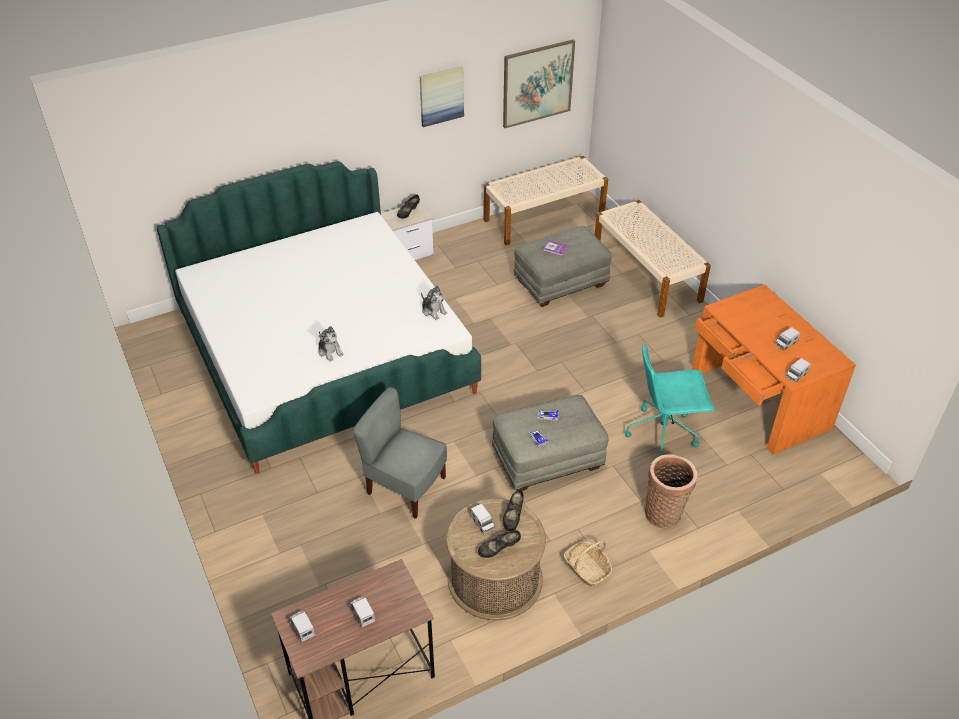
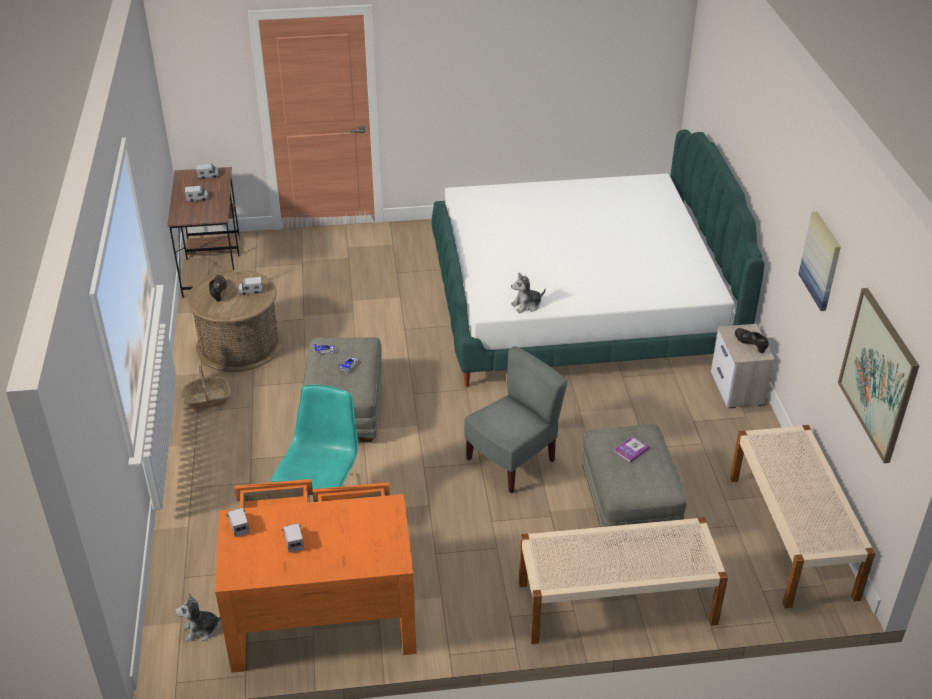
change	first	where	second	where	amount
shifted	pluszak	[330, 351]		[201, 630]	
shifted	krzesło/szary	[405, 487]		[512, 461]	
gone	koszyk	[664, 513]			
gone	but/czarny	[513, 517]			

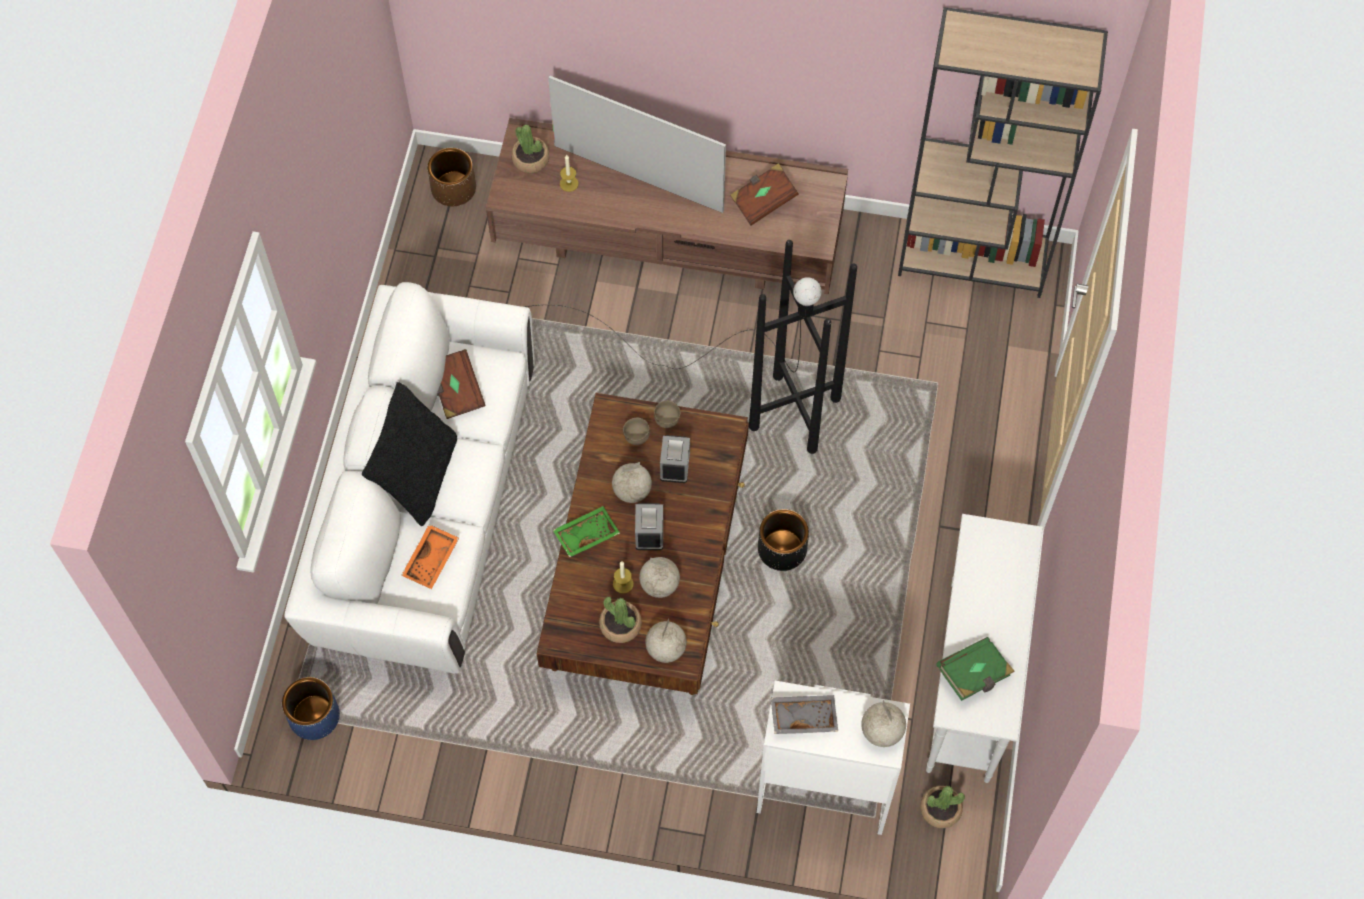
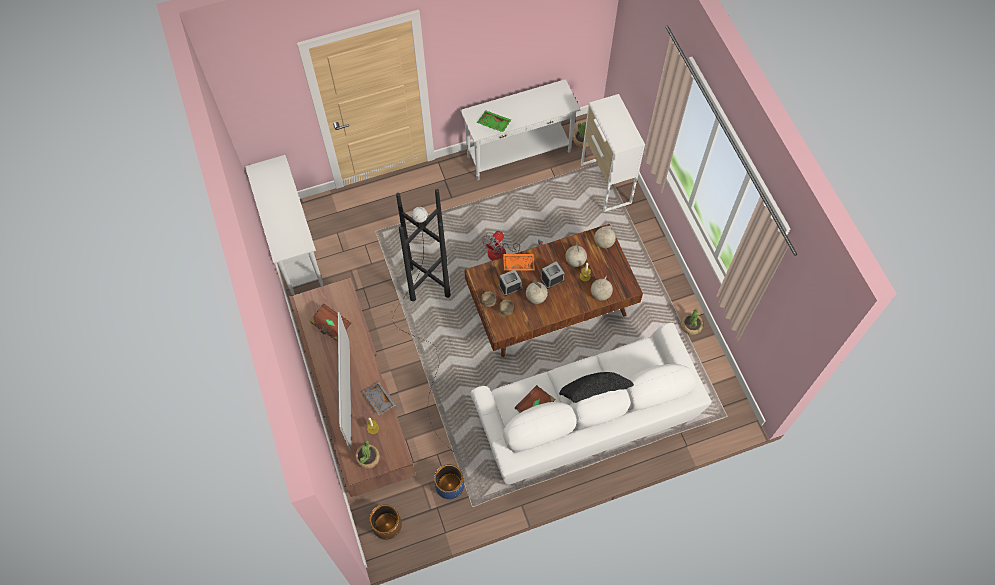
change	first	where	second	where	amount
swapped	regał	[973, 259]	stolik konsolowy/biały	[293, 247]	
shifted	taca/zielony	[586, 534]		[493, 124]	
swapped	donica/czarny	[782, 549]	wentylator	[504, 253]	
shifted	taca/pomarańczowy	[432, 560]		[518, 263]	
shifted	roślina doniczkowa	[620, 625]		[691, 326]	
gone	książka/zielony	[974, 674]			
shifted	donica/niebieski	[314, 716]		[449, 485]	
shifted	taca/szary	[803, 716]		[378, 400]	
shifted	globus	[881, 732]		[601, 294]	

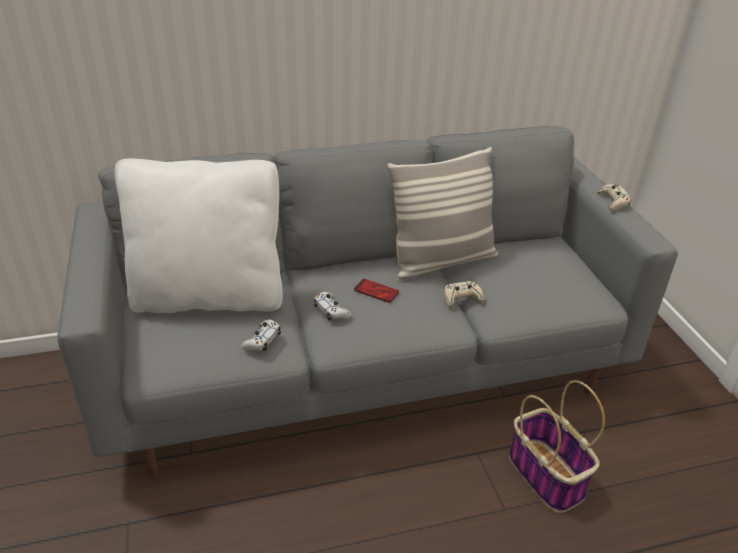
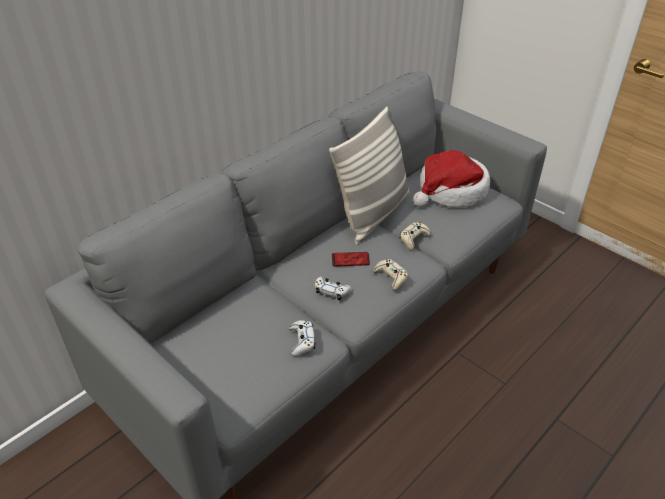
change	first	where	second	where	amount
gone	poduszka/biały	[209, 297]			
shifted	pad do gier/beżowy	[613, 201]		[391, 277]	
gone	koszyk	[547, 476]			
new			kapelusz	[451, 191]	

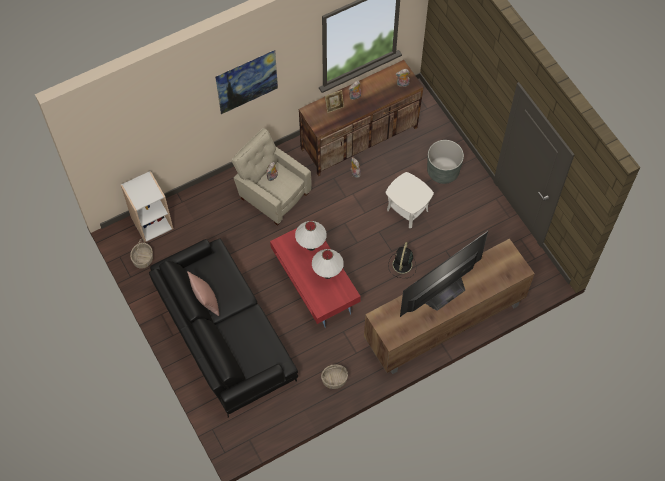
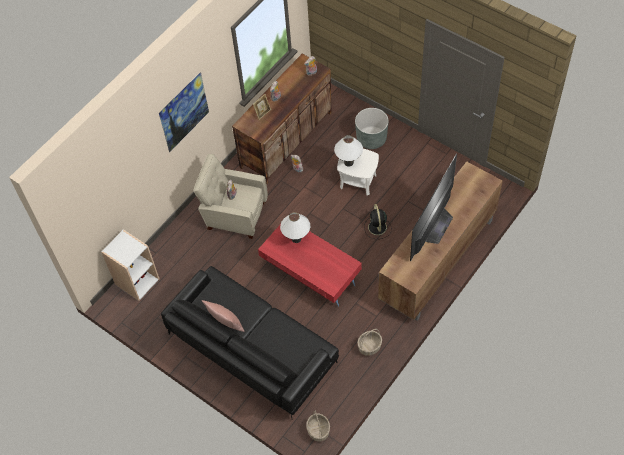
change	first	where	second	where	amount
shifted	koszyk	[143, 259]		[318, 430]	
shifted	lampa stołowa/biały	[327, 274]		[348, 162]	

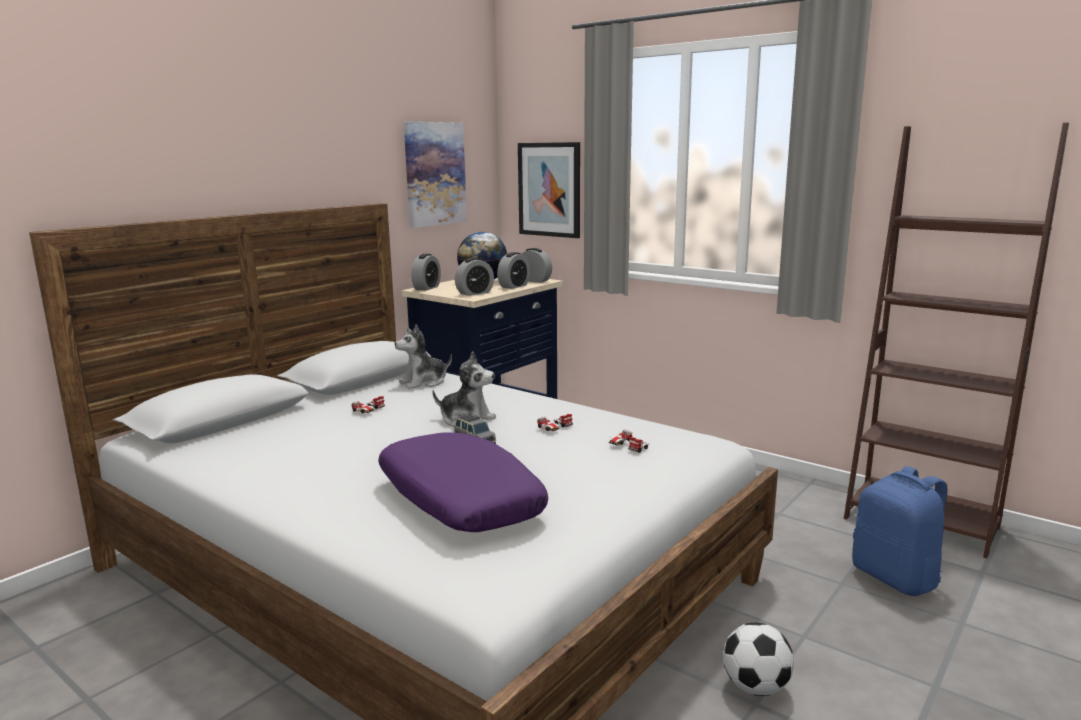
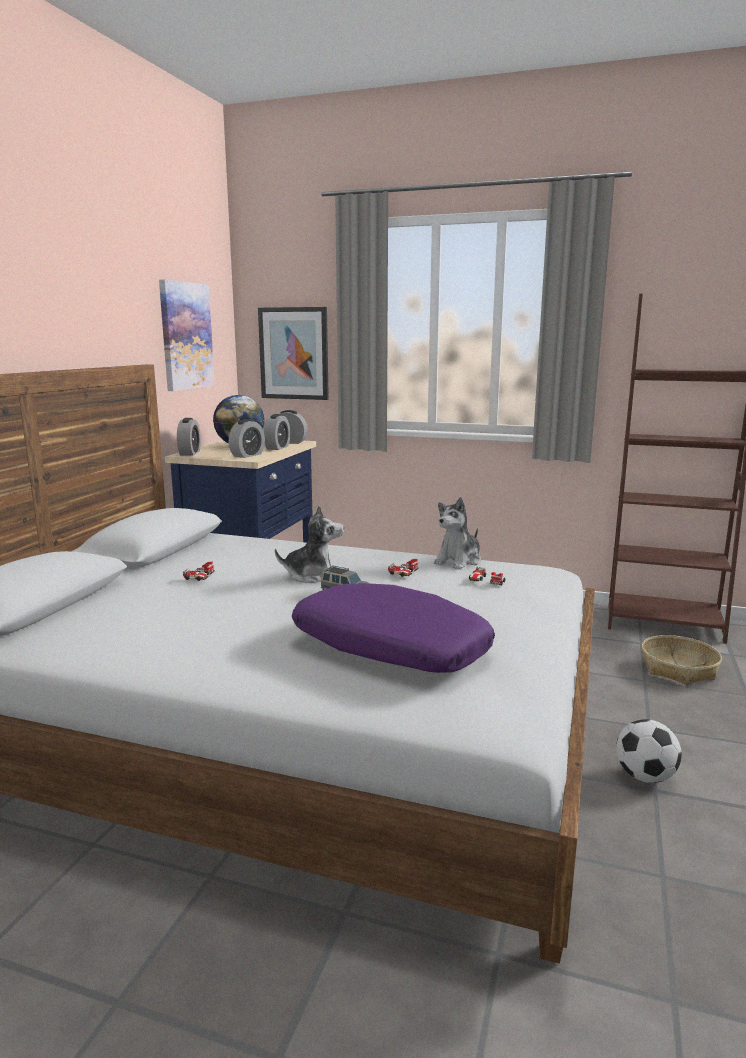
change	first	where	second	where	amount
shifted	pluszak	[424, 382]		[459, 561]	
swapped	plecak/niebieski	[896, 578]	koszyk	[678, 669]	

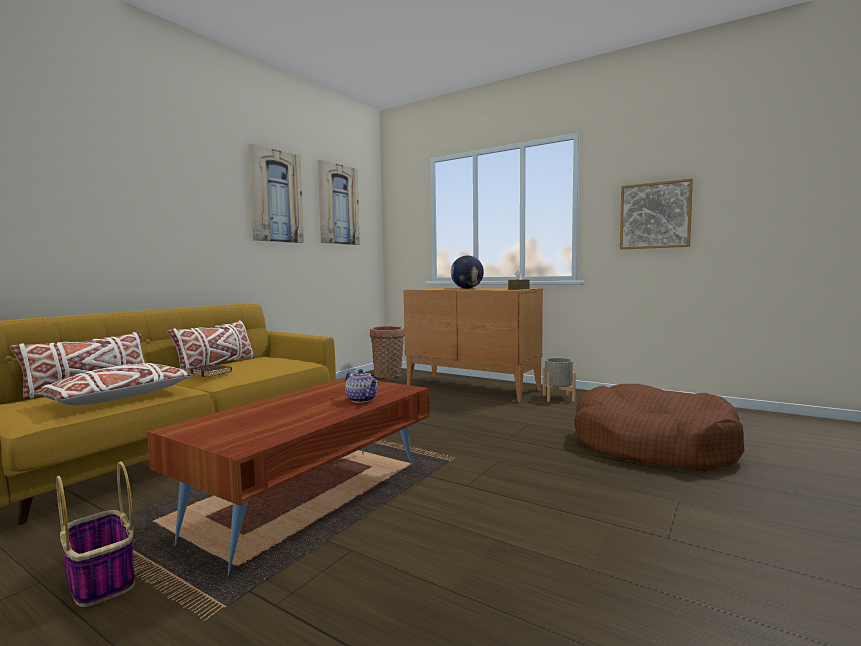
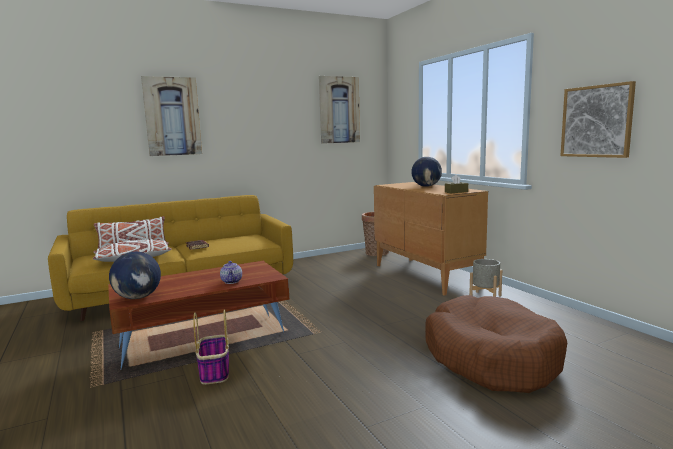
change	first	where	second	where	amount
shifted	obraz	[276, 196]		[172, 116]	
gone	poduszka/biały	[216, 364]			
shifted	koszyk	[100, 579]		[214, 371]	
new			globus	[138, 297]	

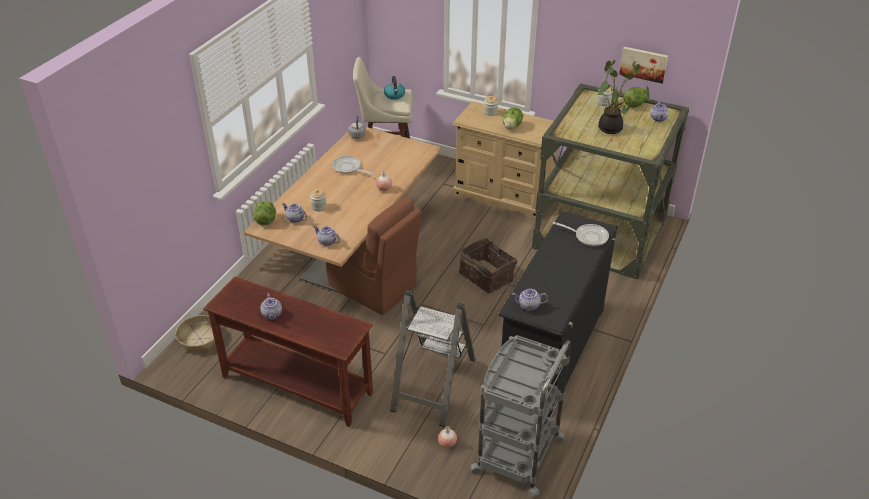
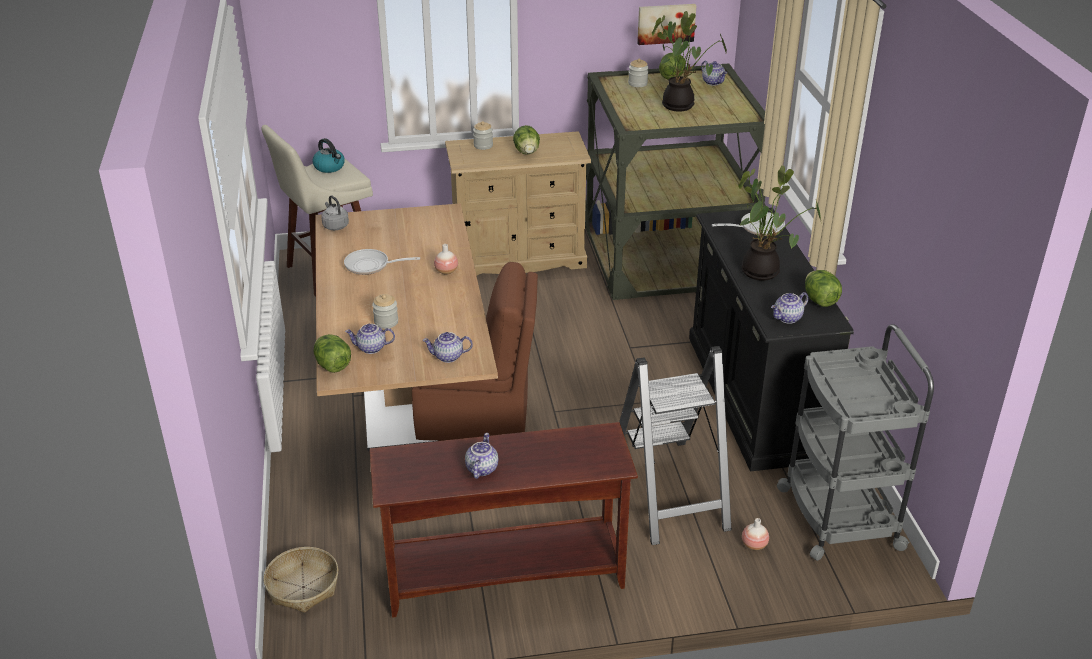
change	first	where	second	where	amount
gone	koszyk	[487, 276]			
rotated	imbryk	[272, 314]		[481, 468]	120 degrees counterclockwise
new			roślina doniczkowa	[763, 272]	
new			sałata	[820, 300]	

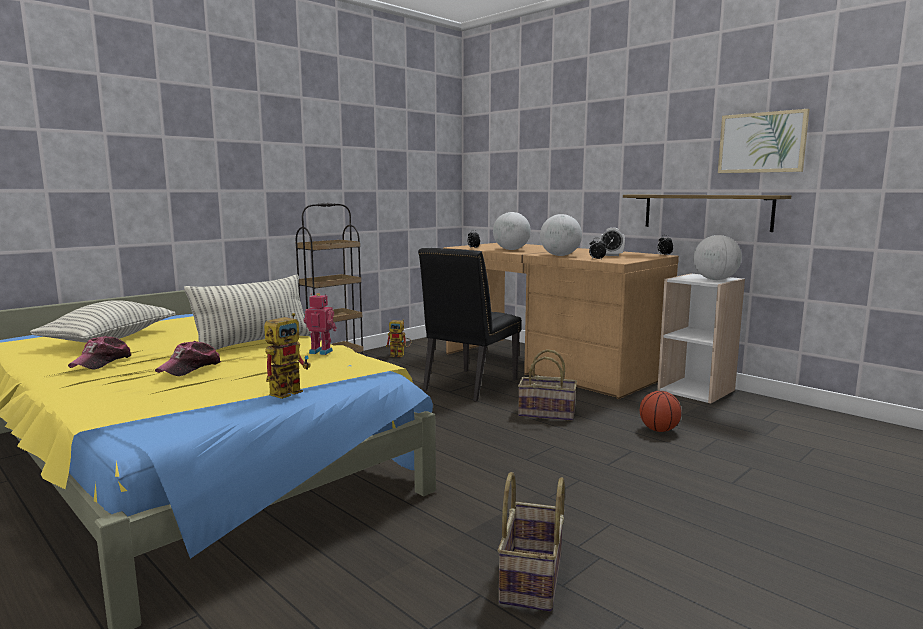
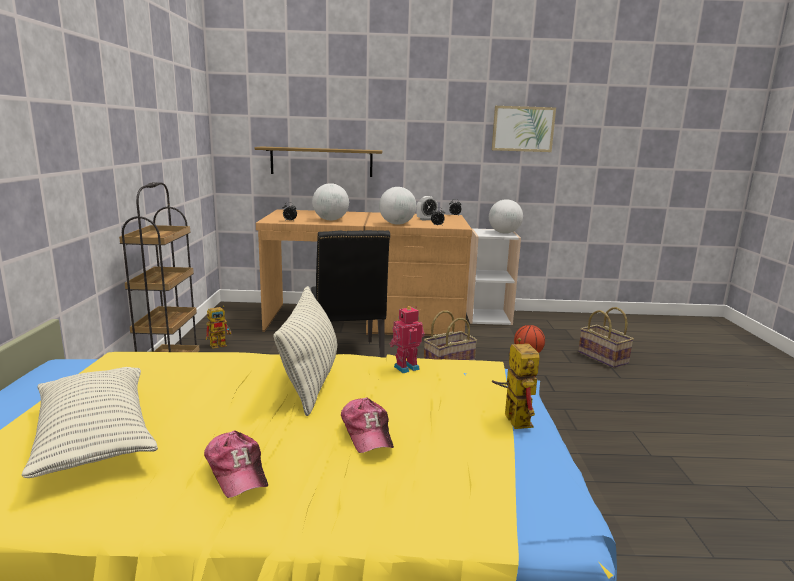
change	first	where	second	where	amount
shifted	półka	[706, 212]		[321, 161]	
shifted	koszyk	[533, 579]		[603, 357]	

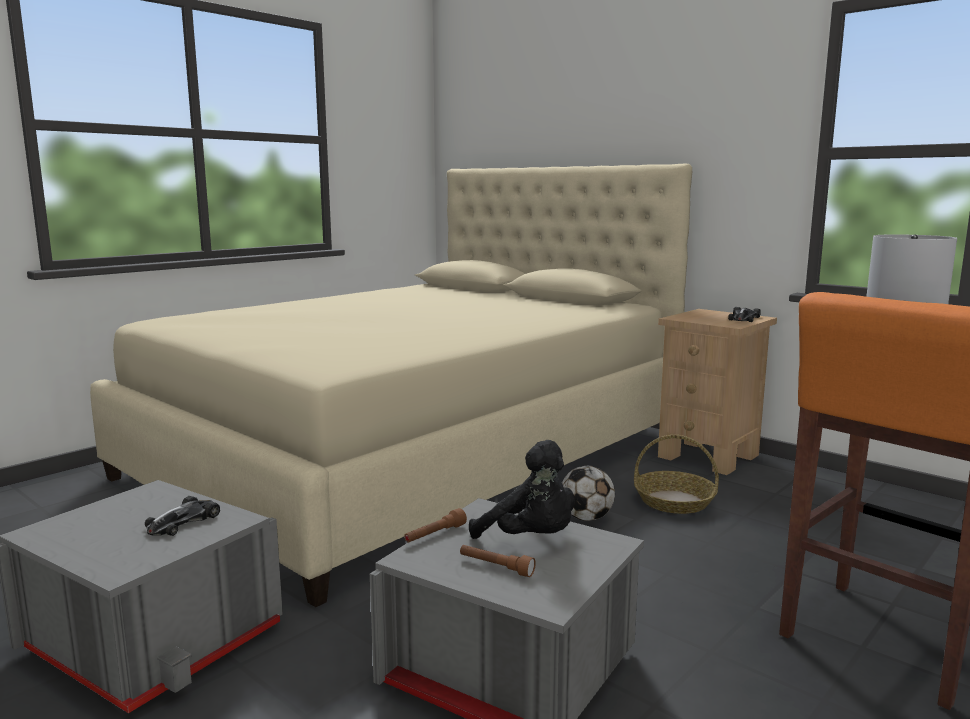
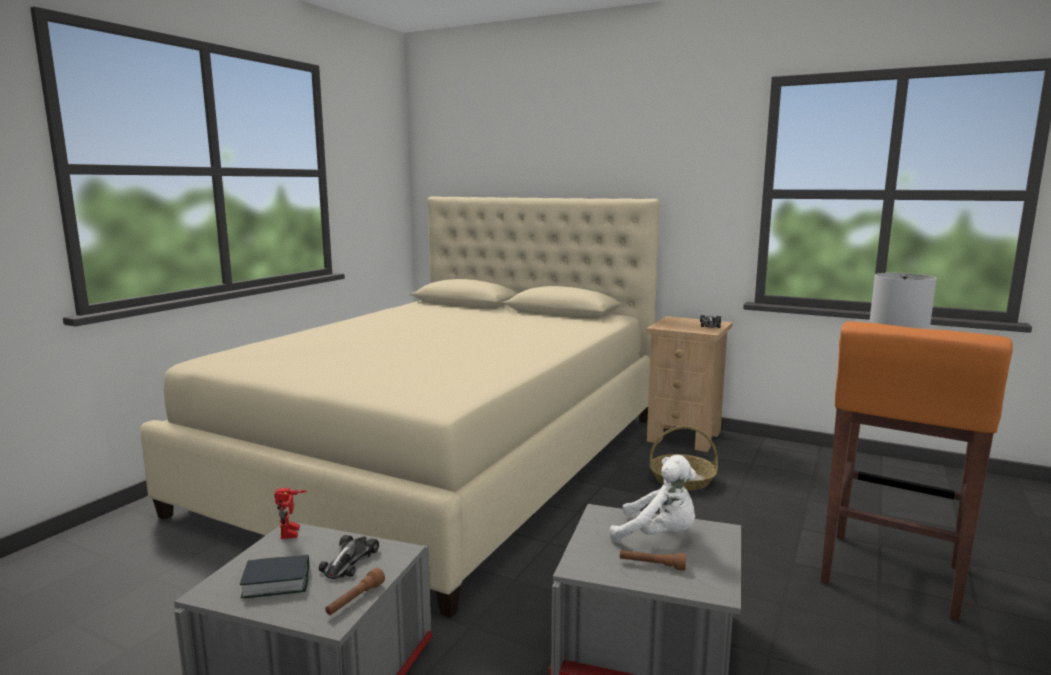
change	first	where	second	where	amount
repainted	pluszak/czarny	[531, 539]	pluszak/biały	[658, 536]	
gone	piłka futbolowa	[586, 518]			
shifted	latarka/brązowy	[435, 535]		[355, 600]	
new			robot zabawkowy	[293, 533]	
new			książka	[276, 582]	

